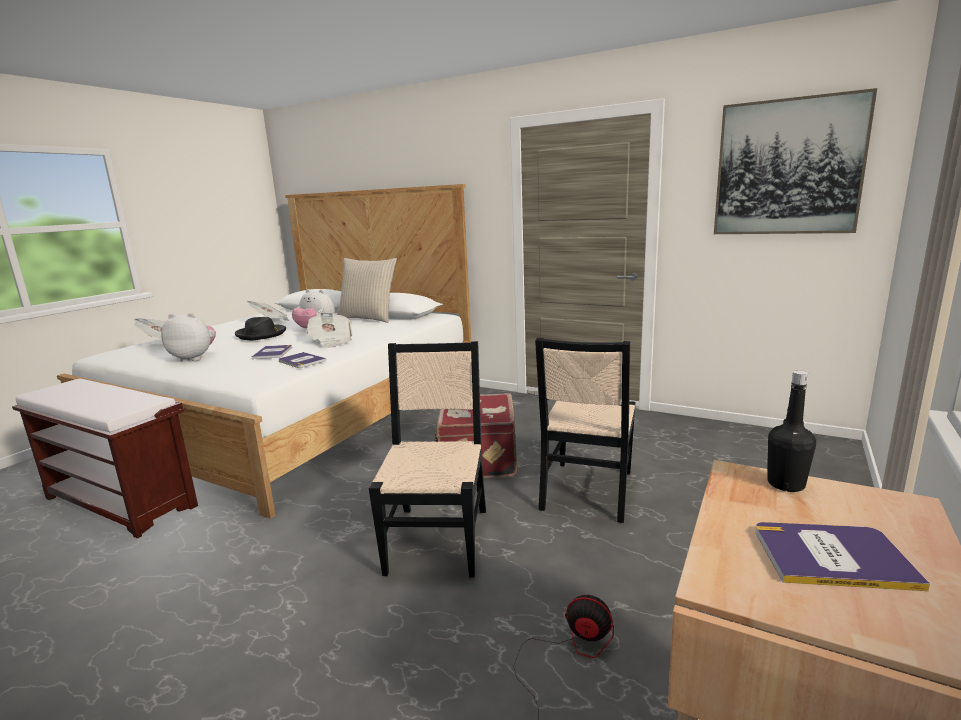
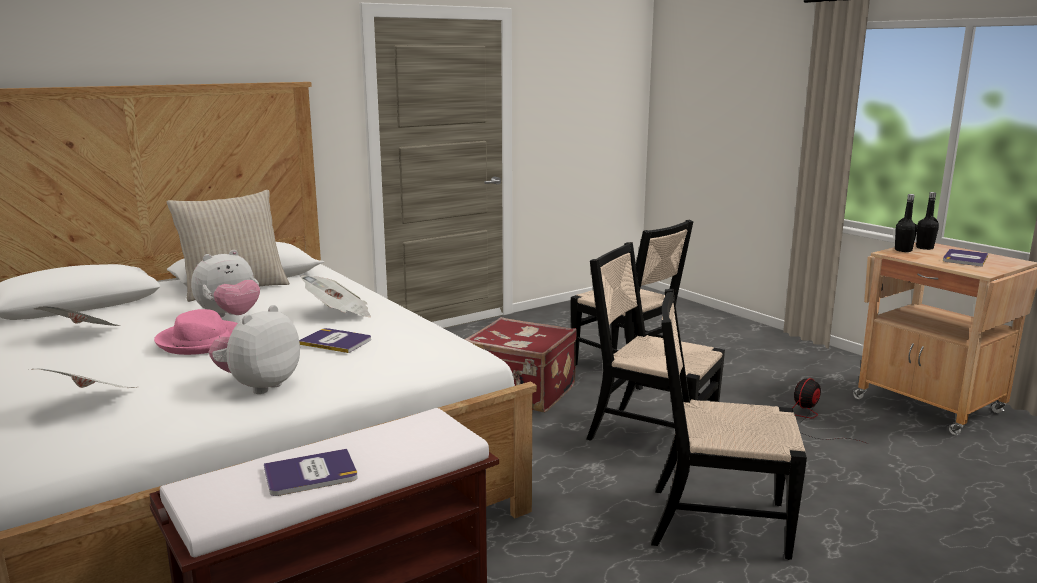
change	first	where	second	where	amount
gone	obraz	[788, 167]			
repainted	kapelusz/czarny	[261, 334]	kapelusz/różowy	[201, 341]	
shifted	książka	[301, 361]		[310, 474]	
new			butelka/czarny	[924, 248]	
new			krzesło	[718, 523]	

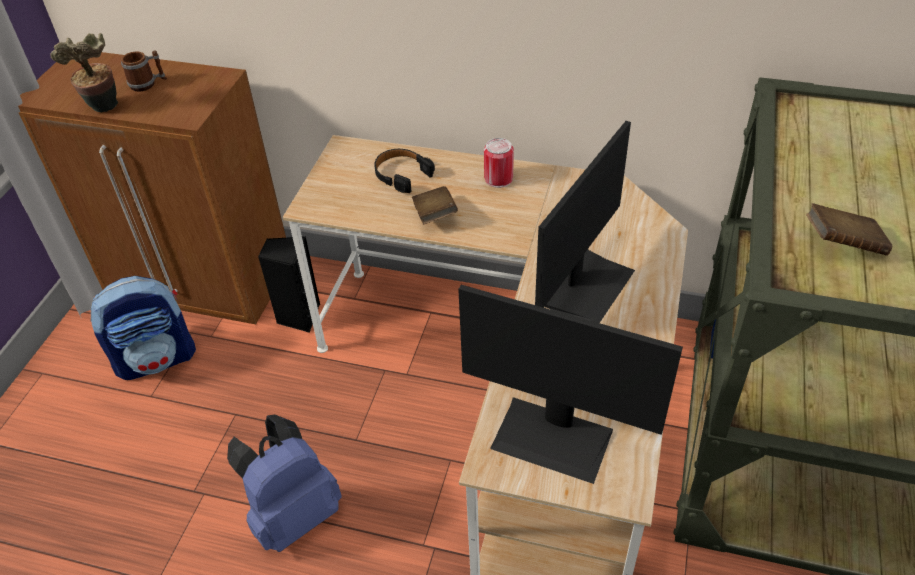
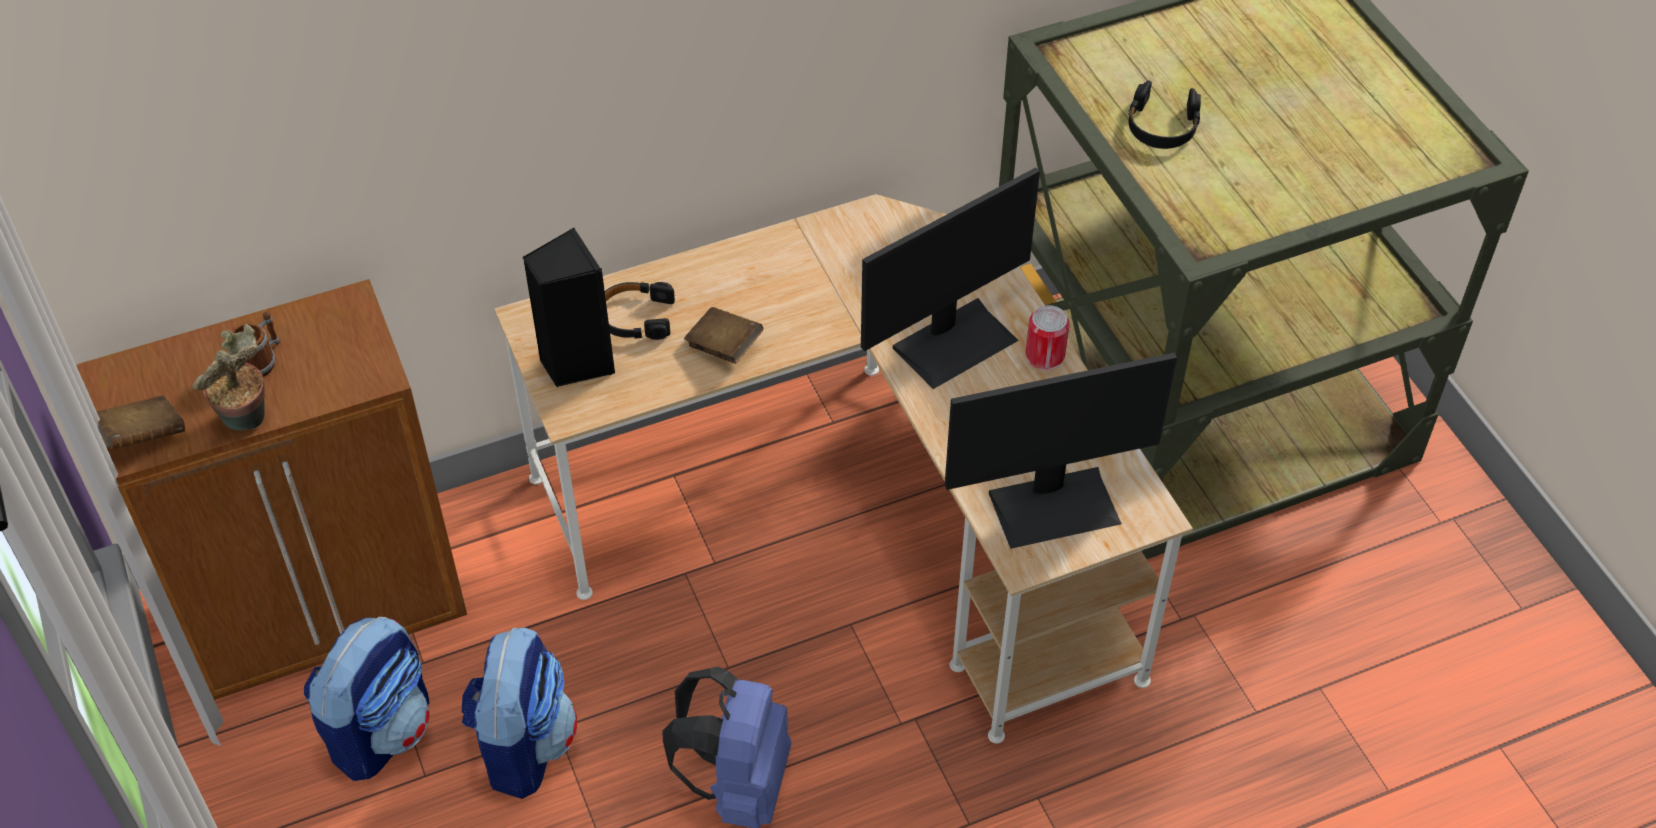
change	first	where	second	where	amount
rotated	monitor	[588, 286]		[954, 341]	60 degrees clockwise
shifted	puszka	[498, 178]		[1045, 355]	
shifted	książka/brązowy	[842, 244]		[143, 436]	
shifted	głośnik/czarny	[298, 316]		[575, 362]	
new			słuchawki/czarny	[1162, 126]	
new			plecak	[523, 745]	

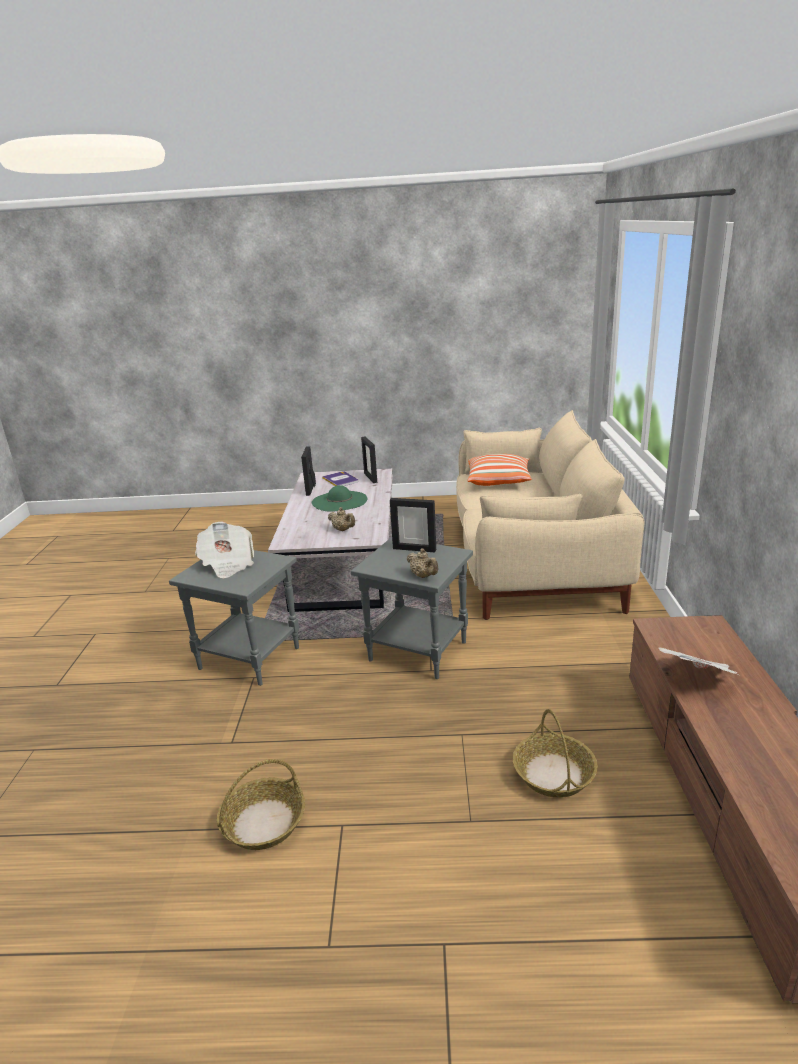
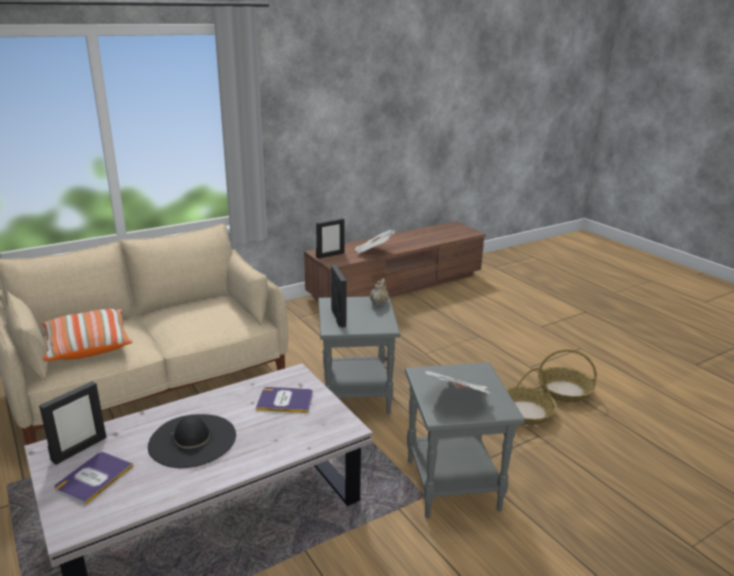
change	first	where	second	where	amount
shifted	ramka na zdjęcie	[311, 489]		[330, 255]	
repainted	kapelusz/zielony	[339, 501]	kapelusz/czarny	[192, 440]	
swapped	imbryk/beżowy	[343, 530]	książka	[285, 401]	
shifted	koszyk	[554, 774]		[525, 412]	

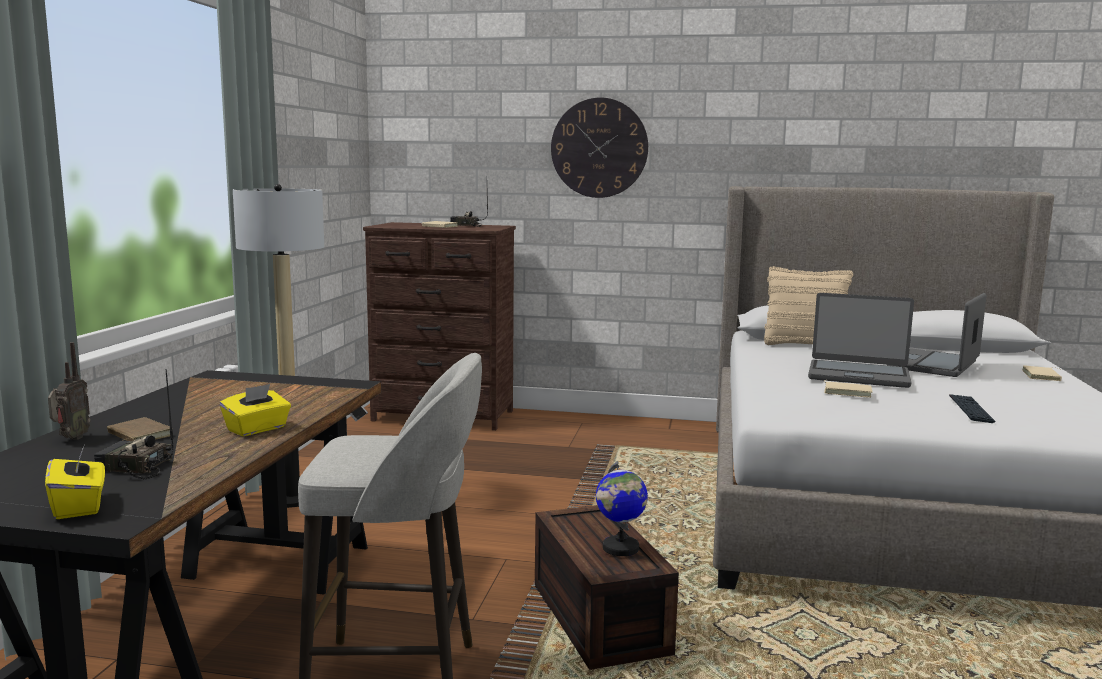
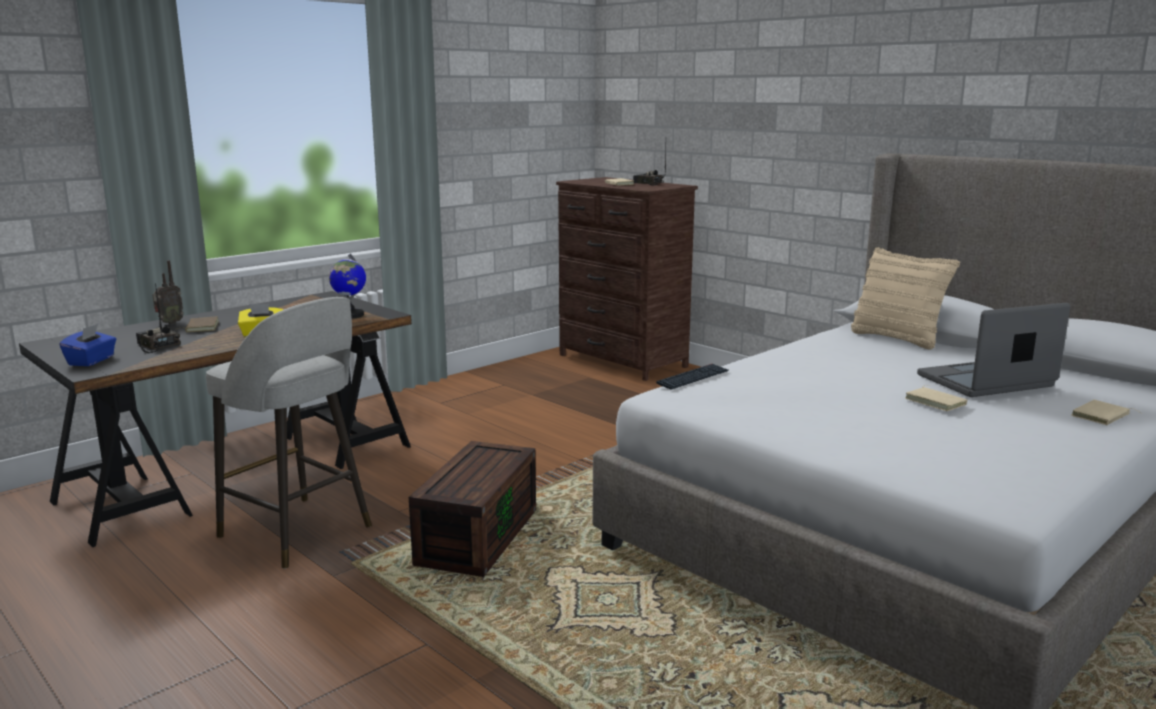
change	first	where	second	where	amount
gone	zegar ścienny	[599, 148]			
gone	lampa stojąca	[292, 497]			
gone	laptop	[858, 375]			
shifted	książka/beżowy	[848, 392]		[936, 402]	
shifted	klawiatura	[970, 410]		[693, 378]	
repainted	pudełko chusteczek/żółty	[79, 506]	pudełko chusteczek/niebieski	[91, 361]	
shifted	globus	[620, 548]		[350, 315]	

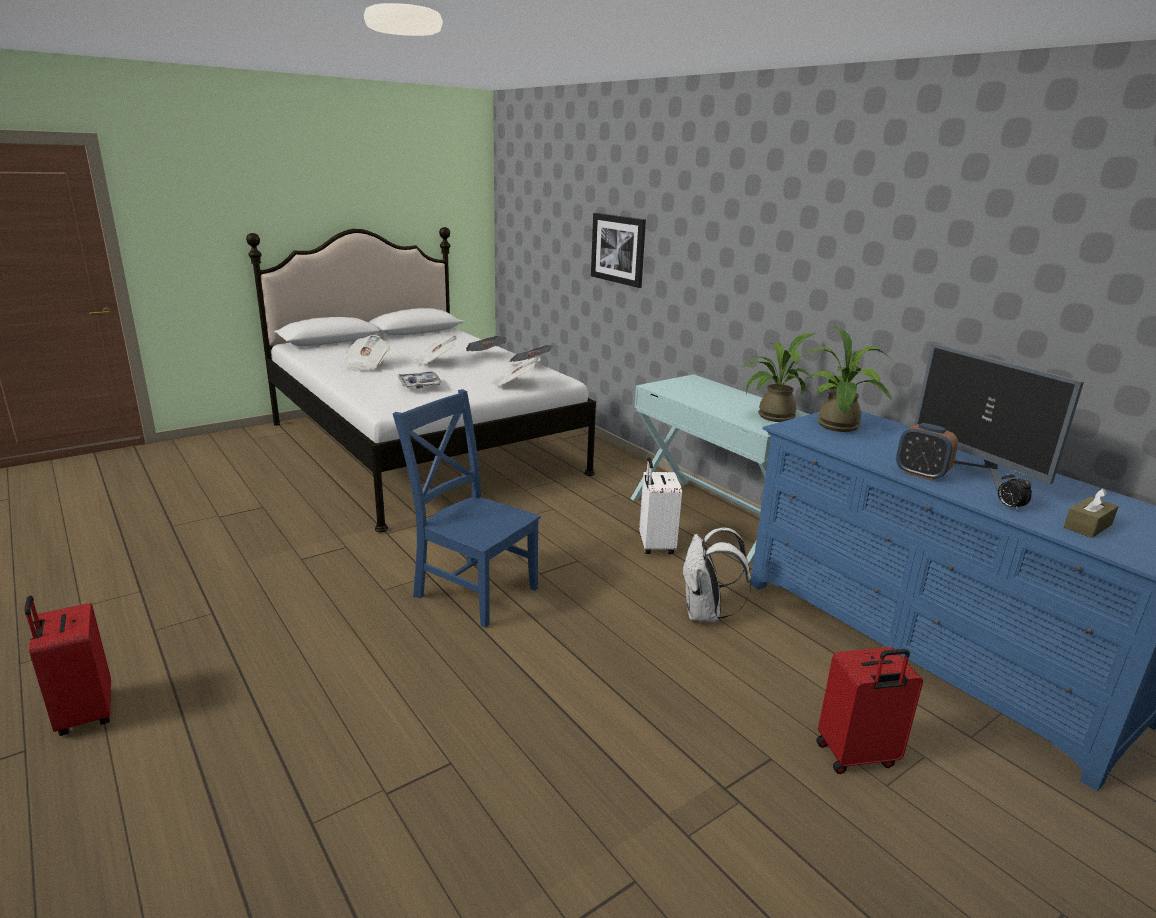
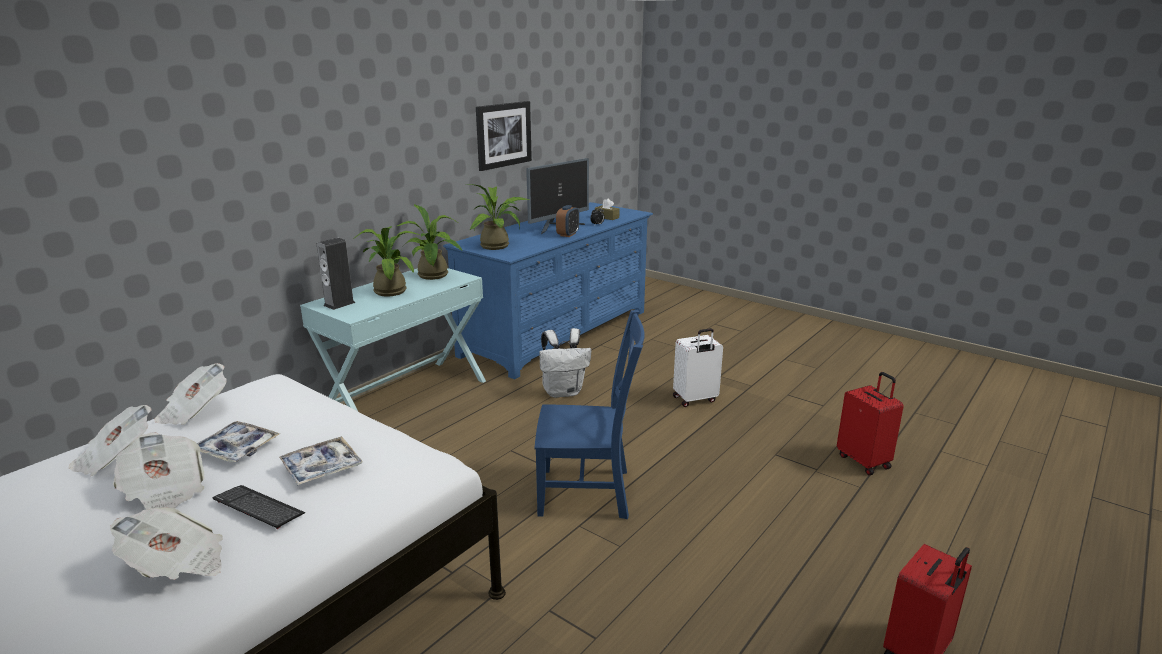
change	first	where	second	where	amount
shifted	obraz	[618, 249]		[503, 135]	
gone	gazeta	[514, 385]			
rotated	krzesło/niebieski	[472, 590]		[589, 493]	105 degrees counterclockwise
shifted	walizka/biały	[655, 546]		[695, 399]	
shifted	walizka/czerwony	[857, 756]		[864, 461]	
new			roślina doniczkowa	[390, 290]	
new			głośnik	[339, 304]	
new			taca	[237, 448]	
new			klawiatura	[258, 508]	

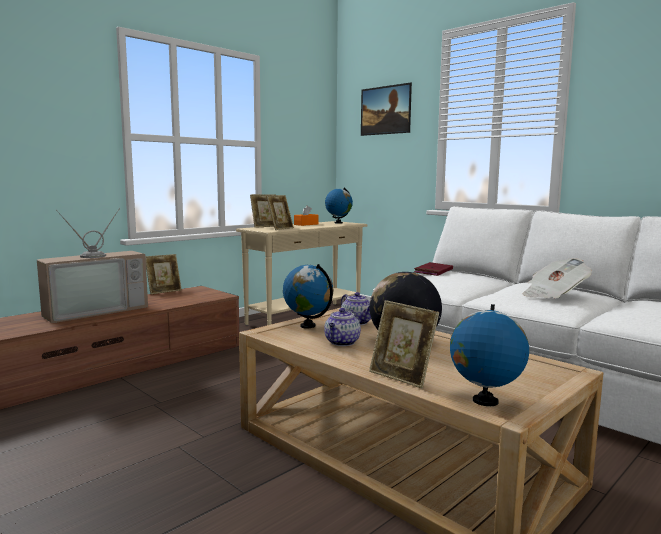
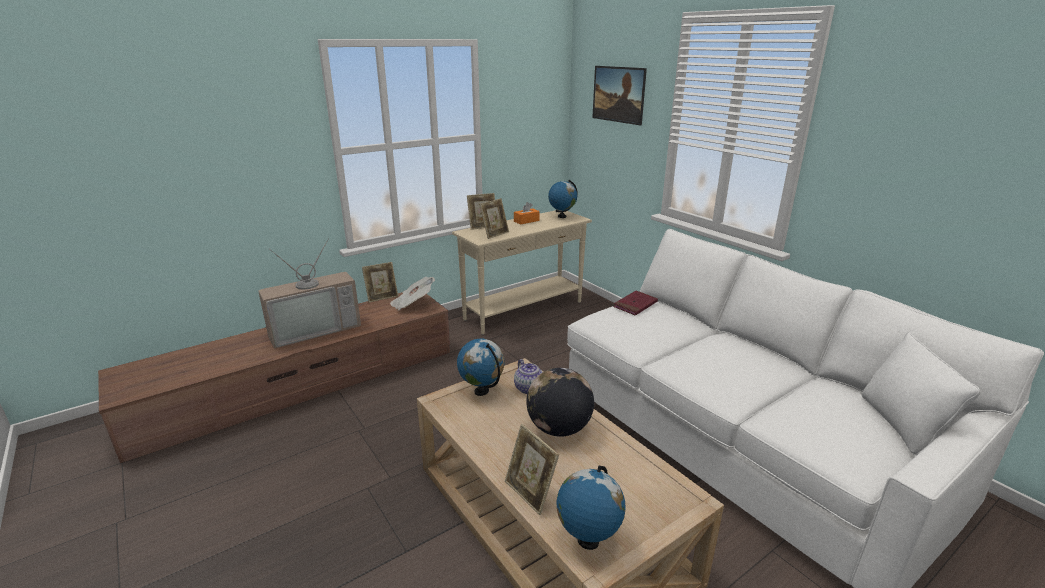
change	first	where	second	where	amount
shifted	gazeta	[553, 295]		[412, 304]	
gone	imbryk	[342, 343]			

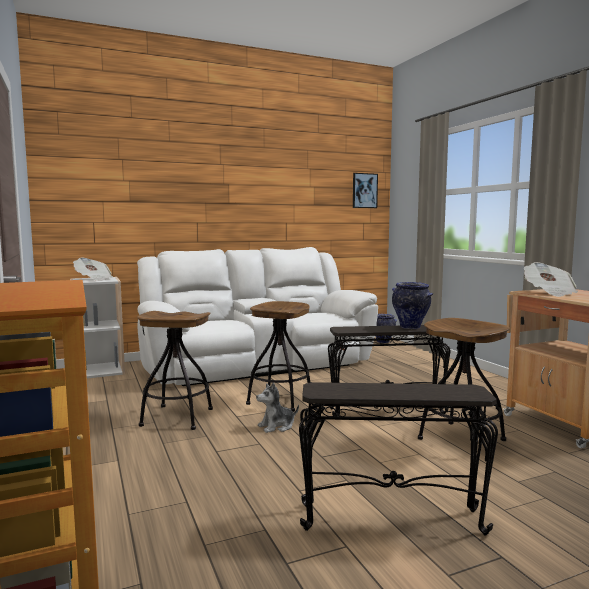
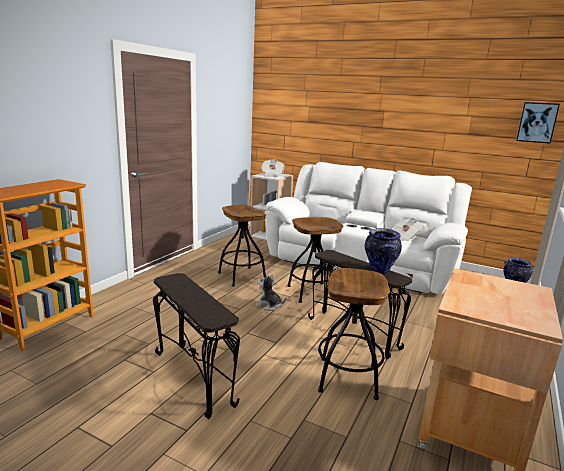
change	first	where	second	where	amount
shifted	gazeta	[549, 293]		[403, 238]	

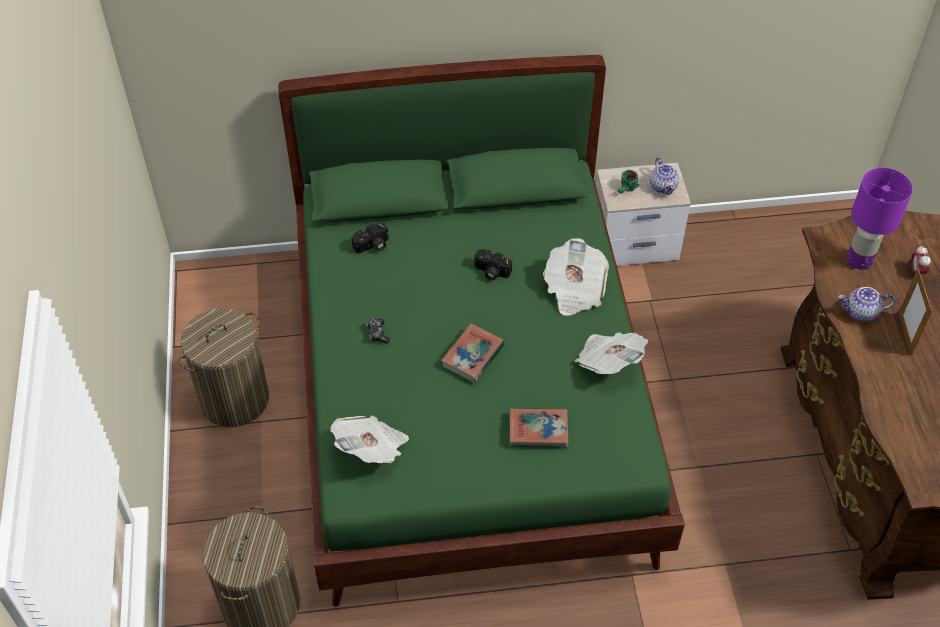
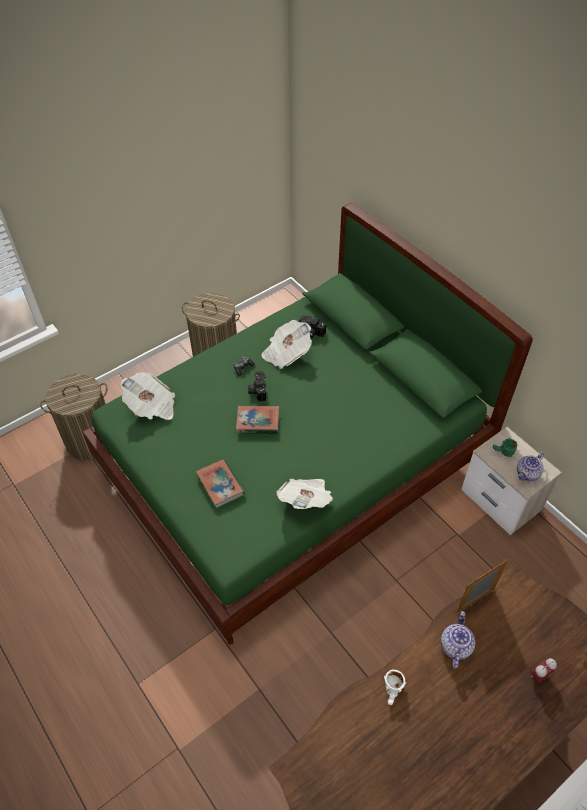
change	first	where	second	where	amount
gone	lampa stołowa/fioletowy	[860, 260]			
shifted	gazeta	[574, 290]		[286, 353]	
shifted	aparat fotograficzny	[491, 272]		[257, 390]	
shifted	ramka na zdjęcie	[905, 334]		[475, 601]	
rotated	imbryk	[861, 313]		[455, 646]	45 degrees clockwise
new			kubek/biały	[393, 692]	

